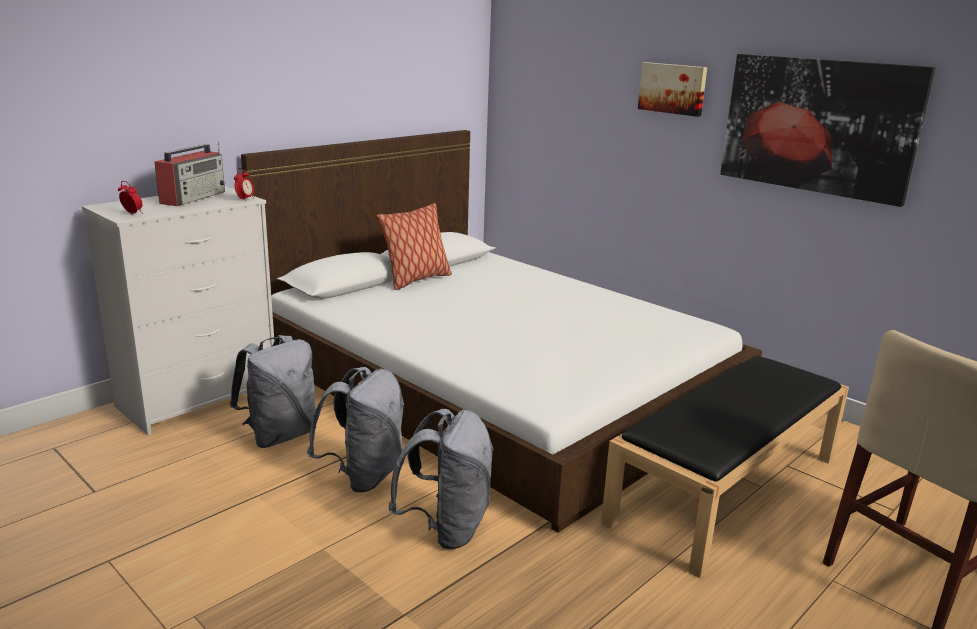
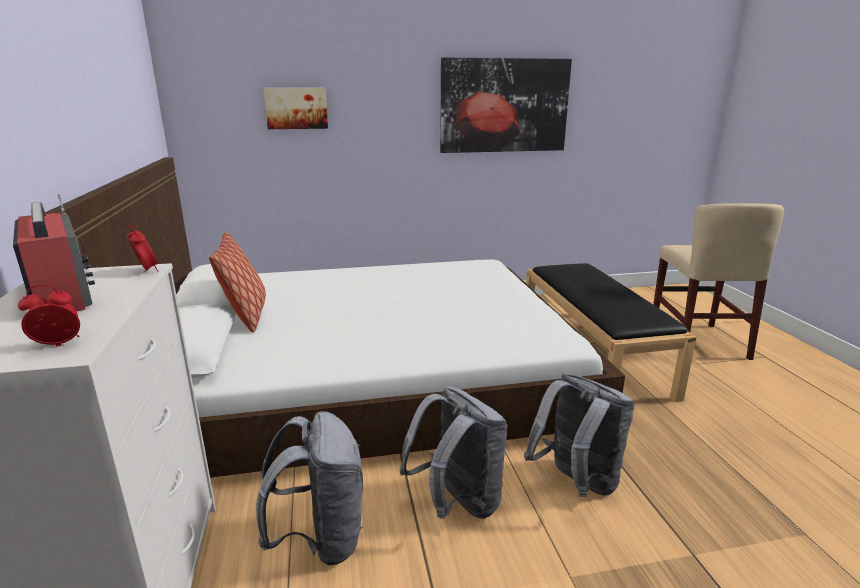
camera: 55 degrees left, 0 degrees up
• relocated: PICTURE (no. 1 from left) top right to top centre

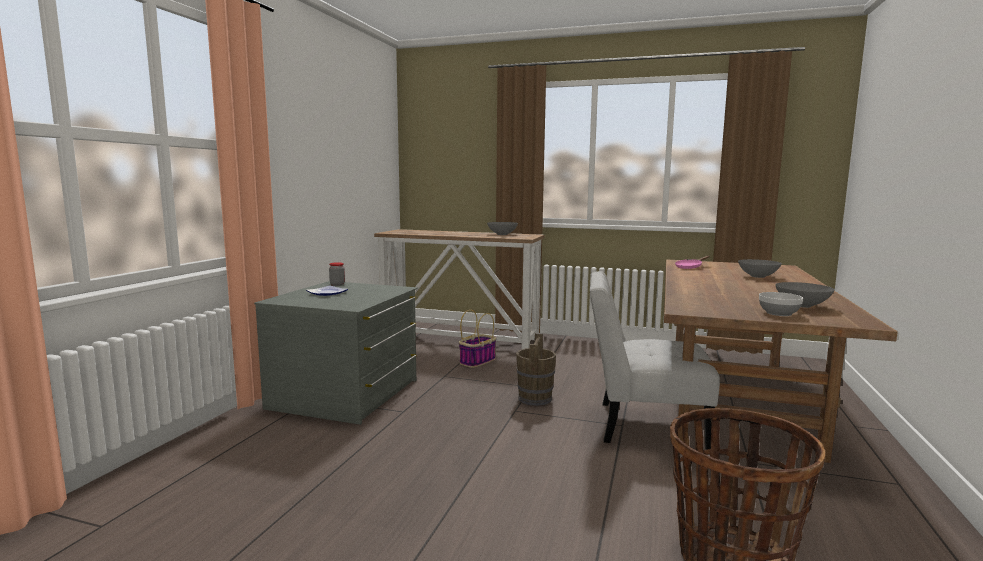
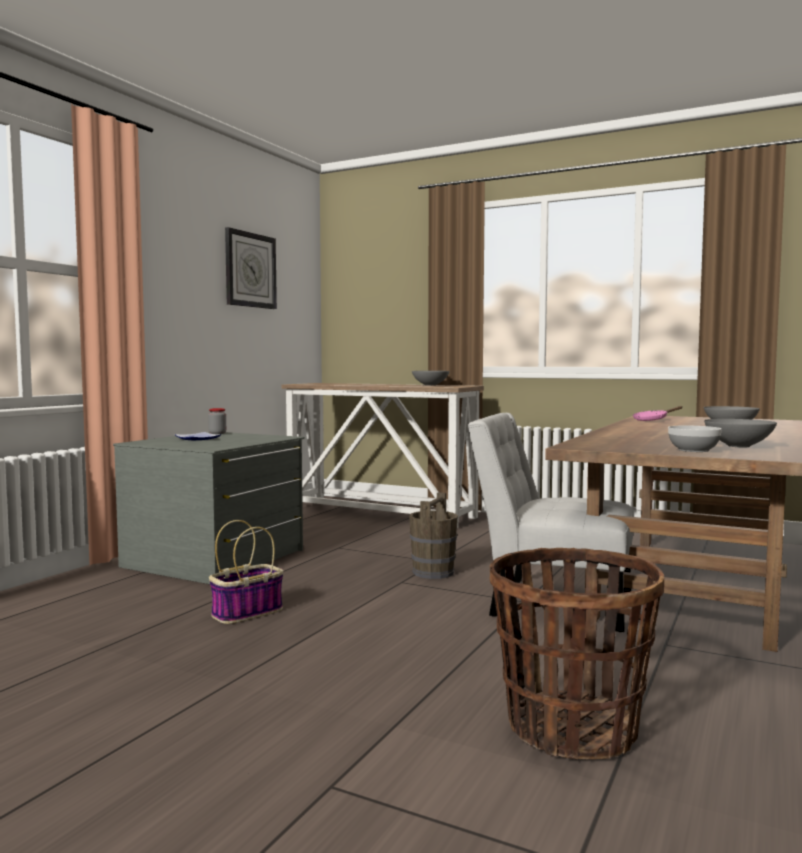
camera: 10 degrees right, 5 degrees down
• relocated: BASKET (no. 1 from left) centre to bottom left
• appeared: WALL CLOCK top left

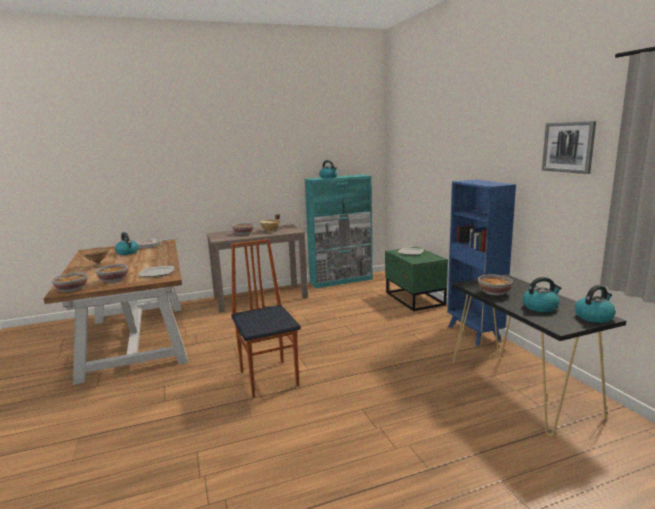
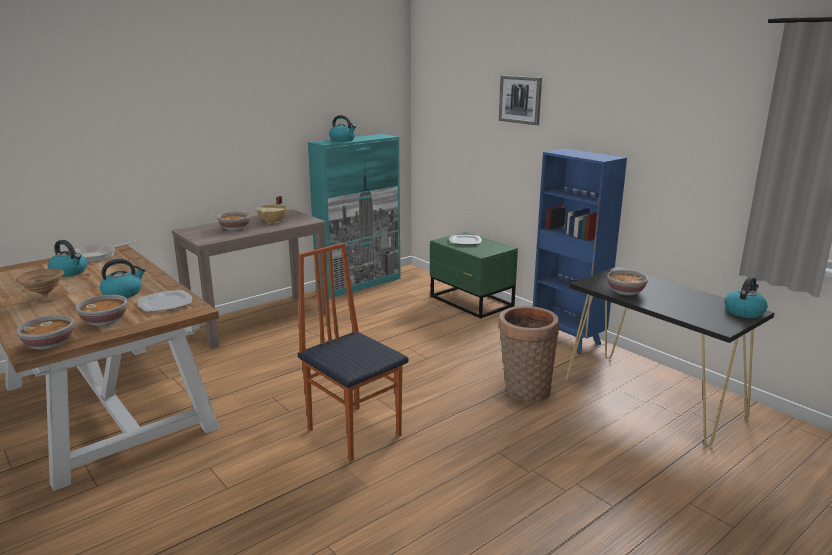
camera: 20 degrees left, 5 degrees up
• relocated: KETTLE (no. 3 from left in the first image) middle right to KETTLE (no. 2 from left) middle left
• relocated: PICTURE top right to top centre
• appeared: BASKET centre

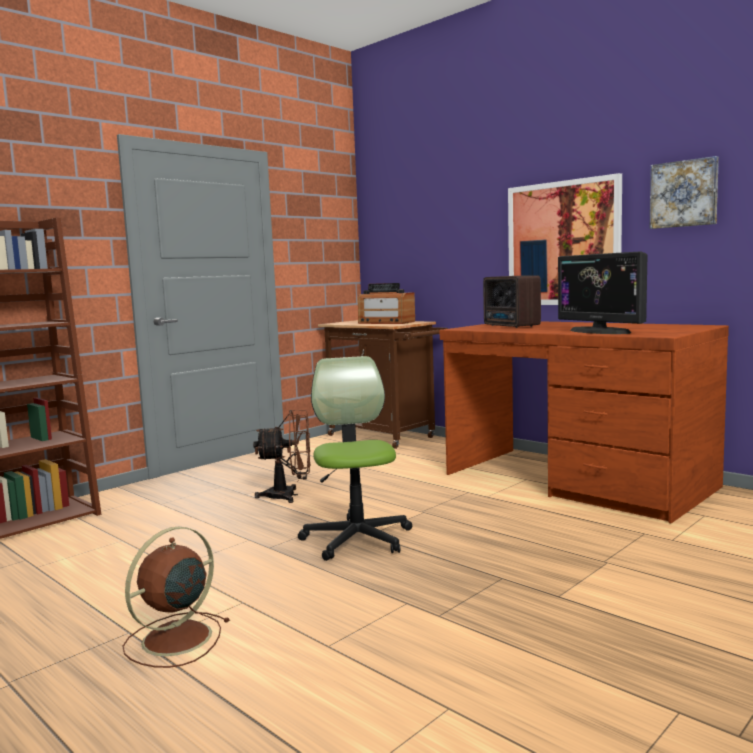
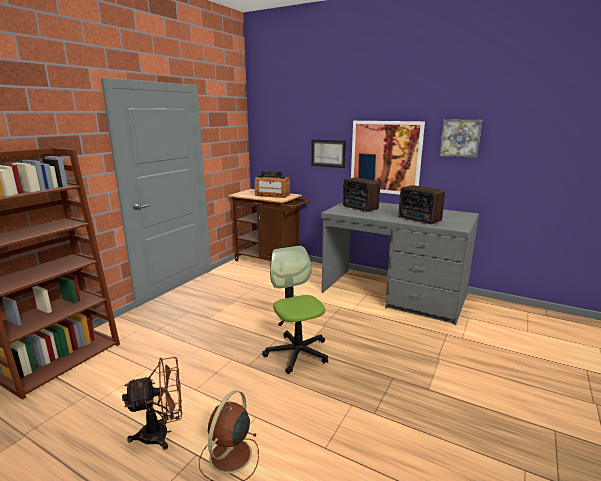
camera: 15 degrees left, 10 degrees up
• relocated: BROWN FAN (no. 2 from left in the first image) centre to BROWN FAN (no. 1 from left) bottom left
• colour: BROWN DESK middle right to GREY DESK centre
• exchanged: MONITOR middle right to RADIO (no. 3 from left) middle right
• appeared: PICTURE (no. 1 from left) top centre

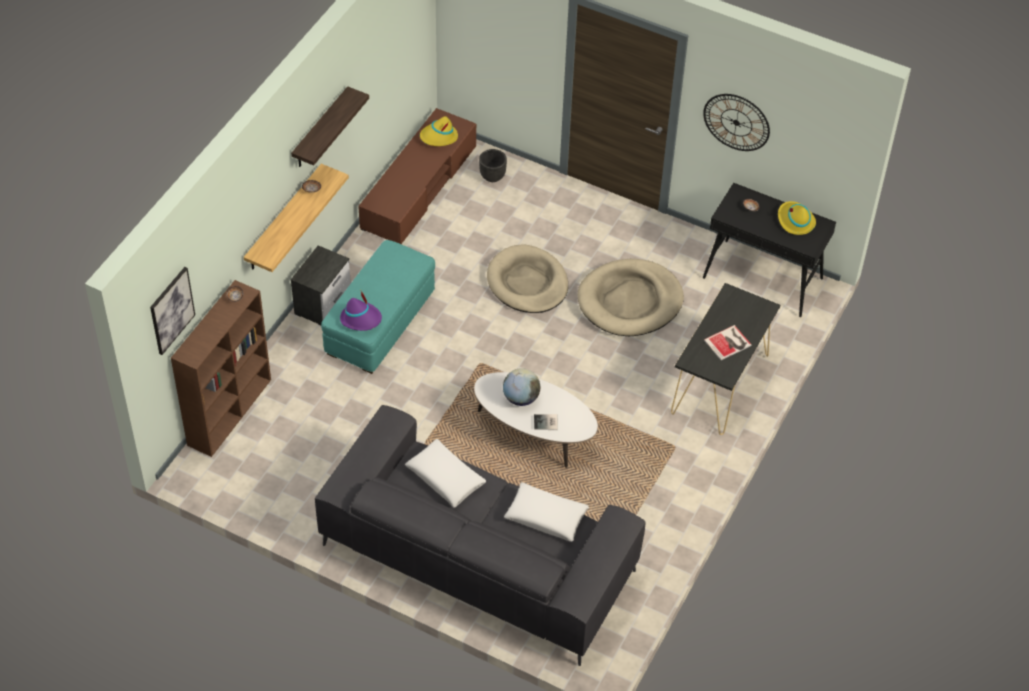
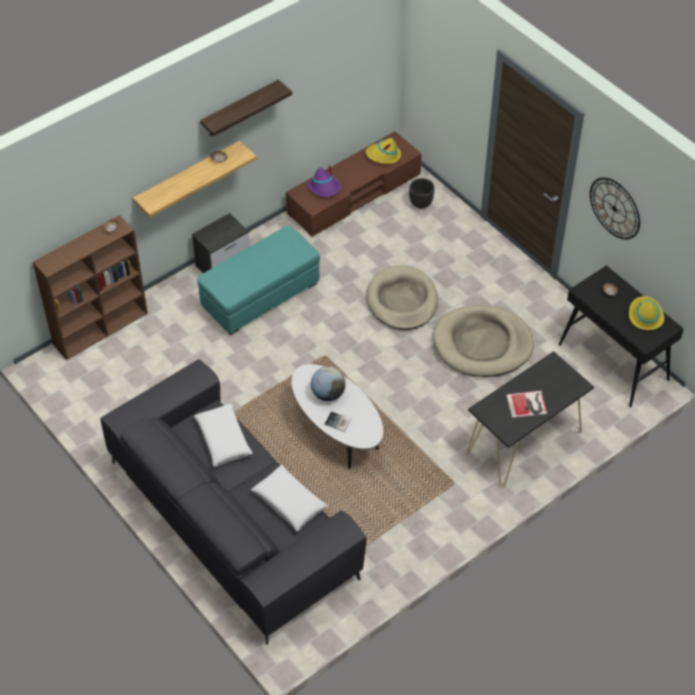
camera: 25 degrees right, 0 degrees up
• missing: PICTURE middle left
• relocated: PURPLE HAT centre to top centre

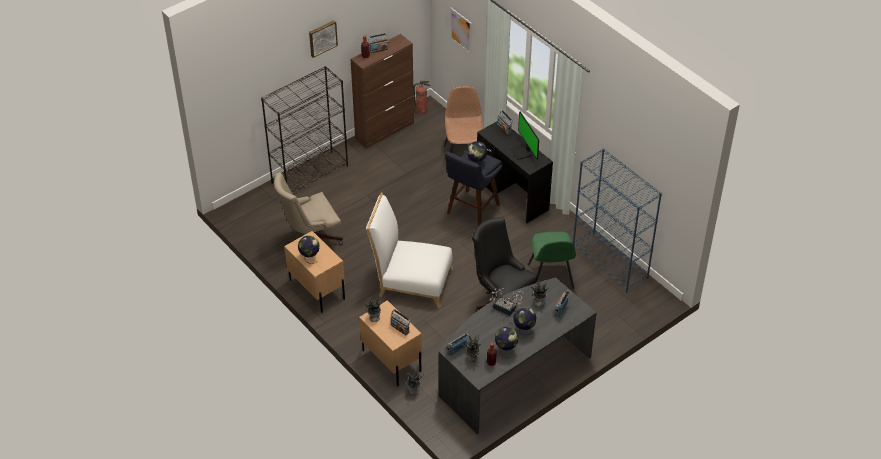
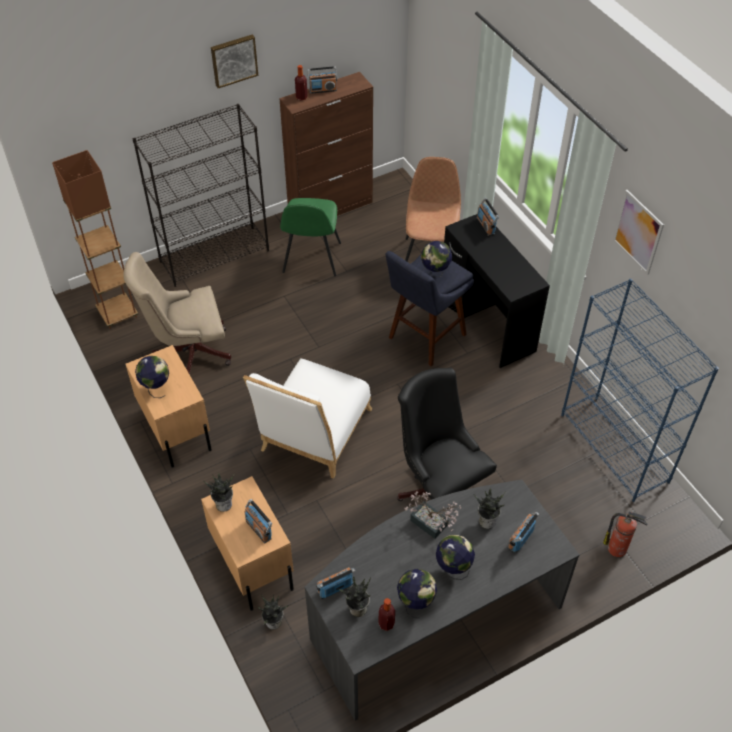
camera: 10 degrees right, 5 degrees up
• spun: WHITE CHAIR centre = centre 90 degrees counterclockwise
• relocated: FIRE EXTINGUISHER top centre to bottom right
• relocated: PICTURE (no. 2 from left) top centre to top right
• missing: MONITOR top centre
• relocated: GREEN CHAIR centre to top centre
• appeared: BROWN FLOOR LAMP top left

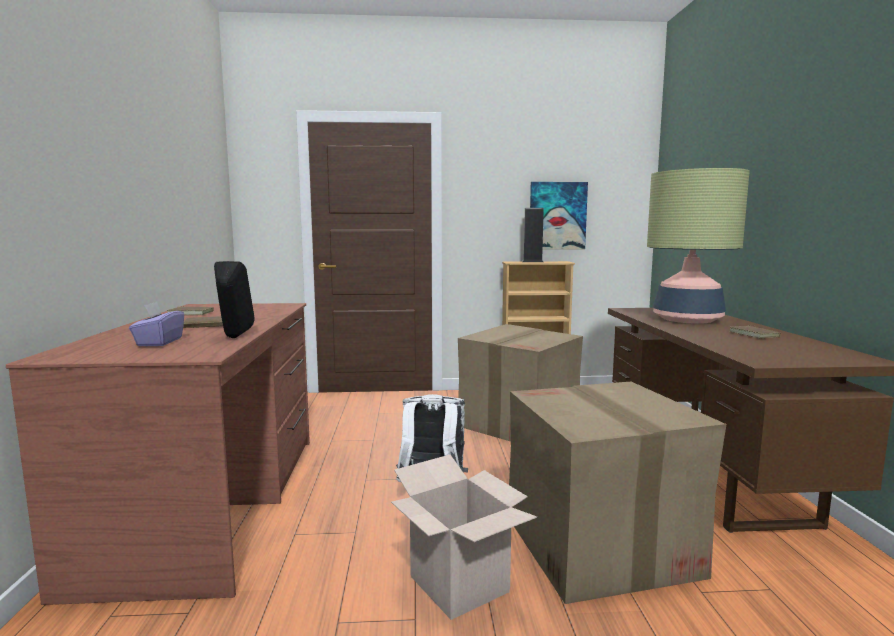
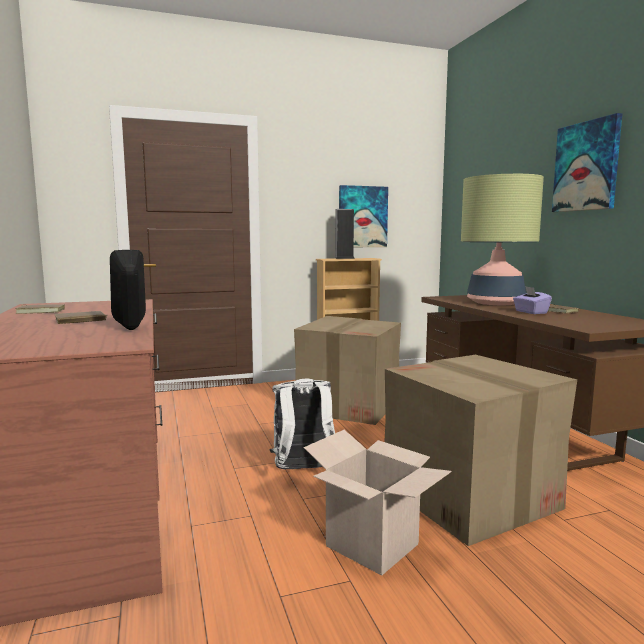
camera: 15 degrees left, 0 degrees up
• relocated: PURPLE TISSUE BOX middle left to middle right
• appeared: PICTURE (no. 2 from left) top right

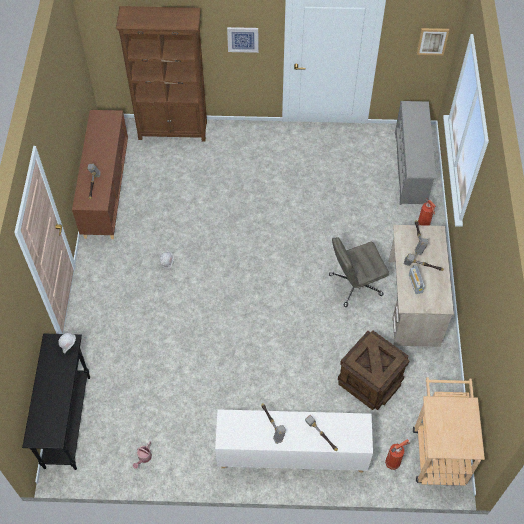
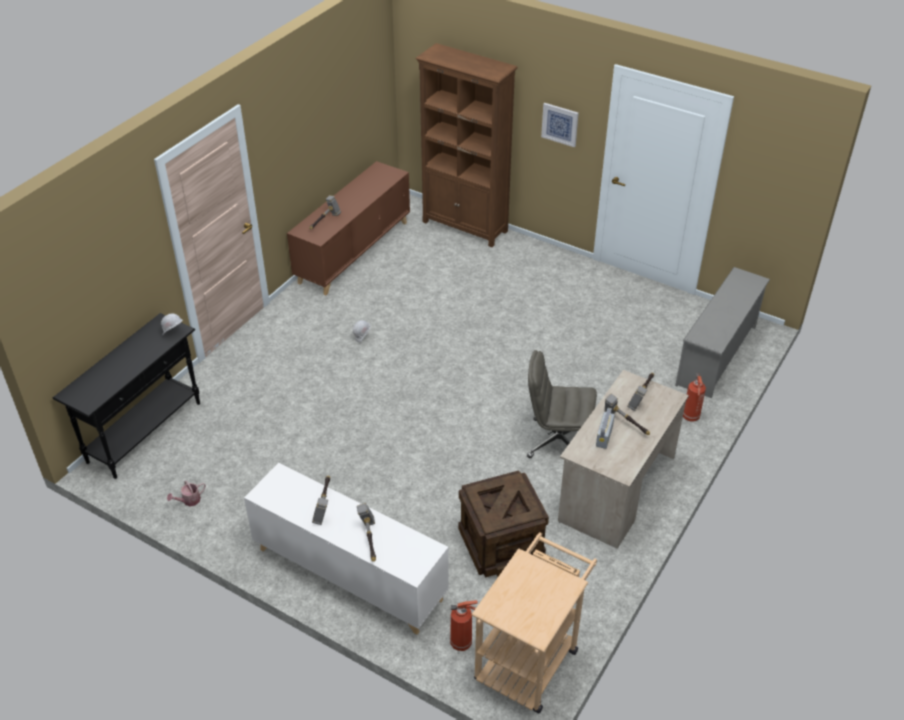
camera: 30 degrees right, 15 degrees down
• missing: PICTURE (no. 2 from left) top right

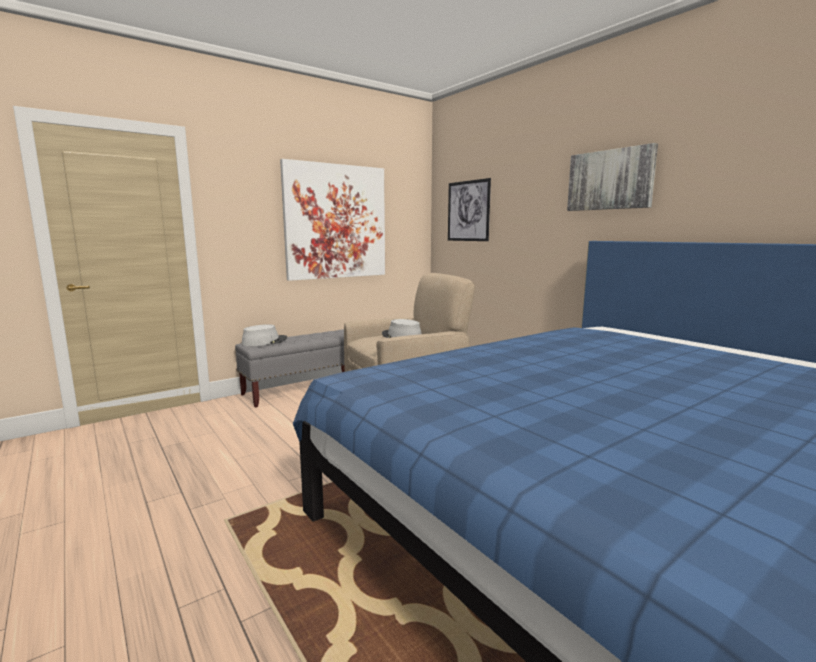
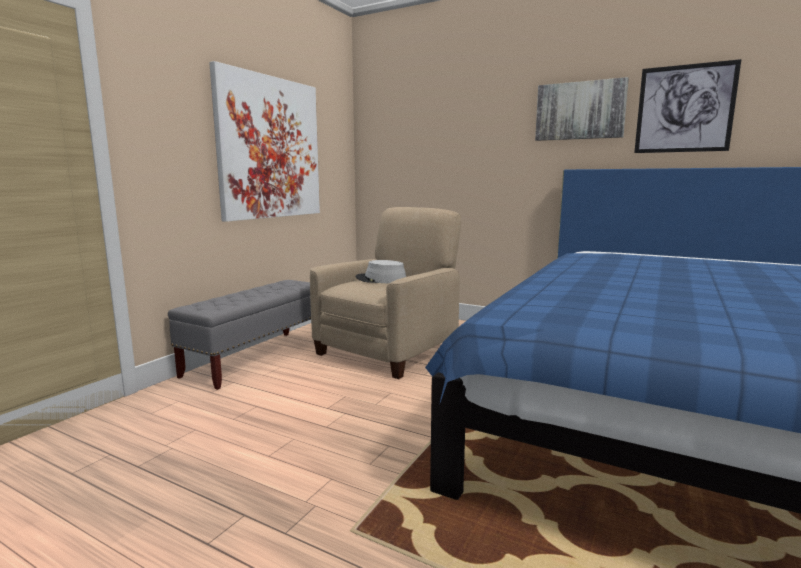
camera: 25 degrees left, 0 degrees up
• missing: GREY HAT (no. 1 from left) middle left
• relocated: PICTURE (no. 2 from left in the first image) top centre to PICTURE (no. 3 from left) top right

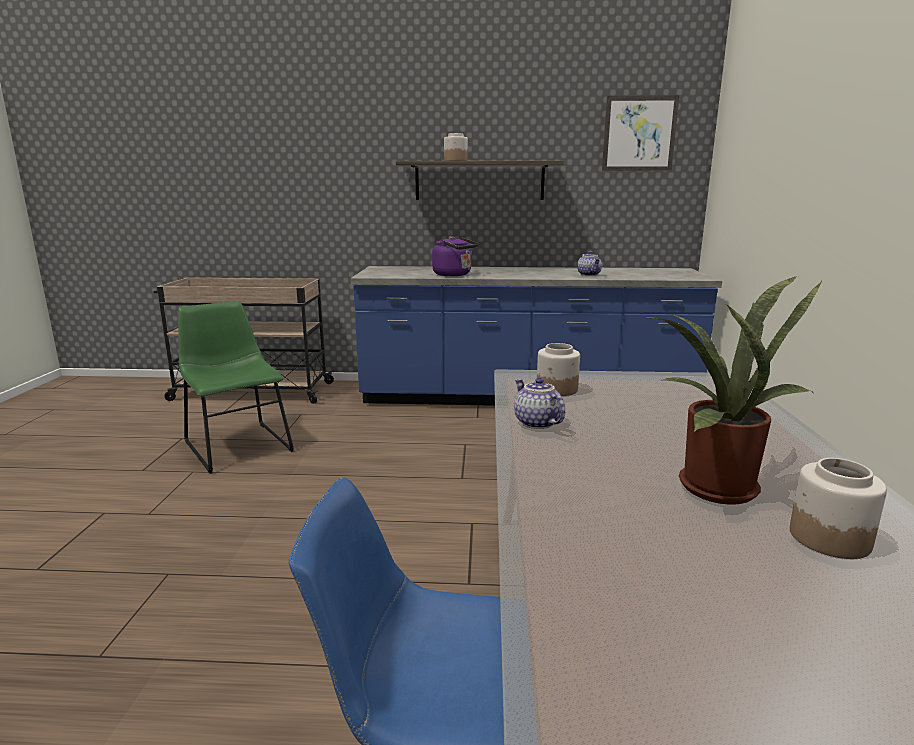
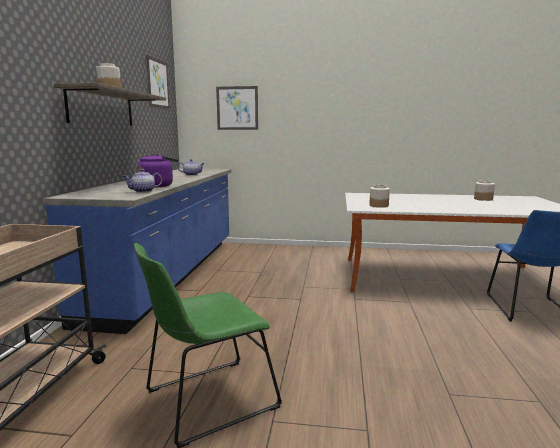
camera: 85 degrees left, 5 degrees down
• relocated: TEAPOT (no. 1 from left) centre to middle left
• missing: POTTED PLANT middle right
• appeared: PICTURE (no. 2 from left) top centre

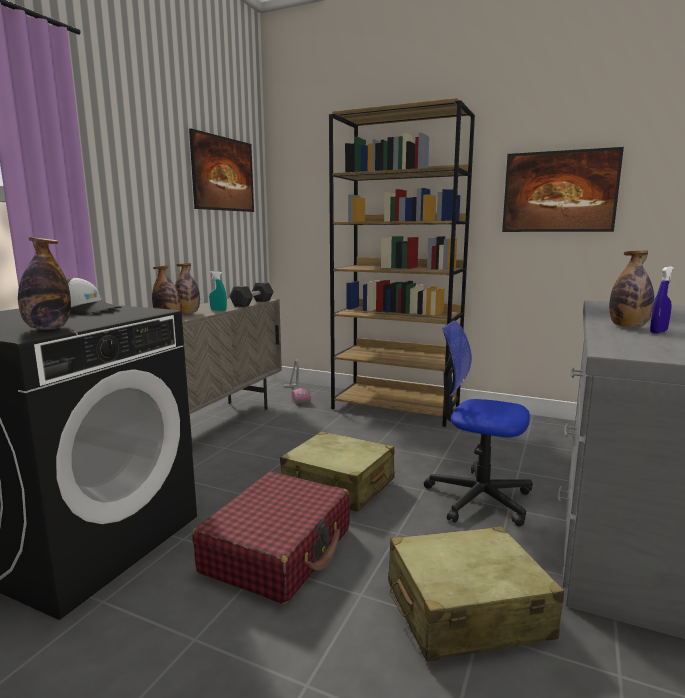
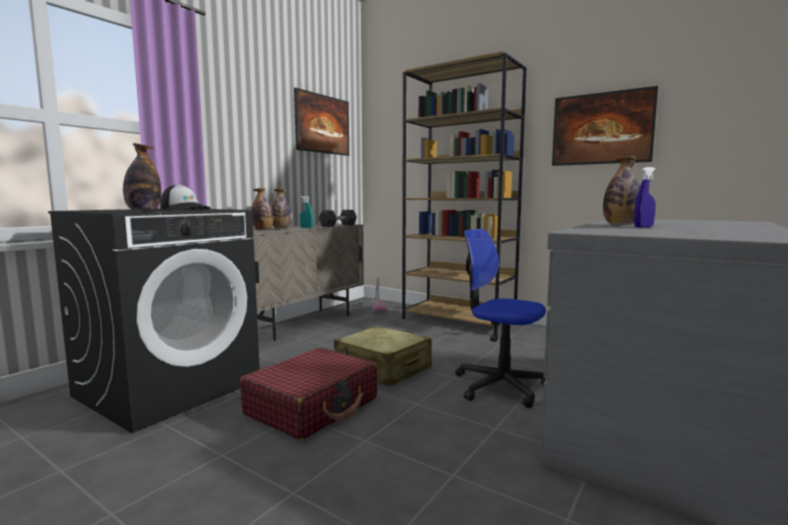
camera: 10 degrees right, 5 degrees down
• missing: BEIGE SUITCASE (no. 2 from left) bottom right

